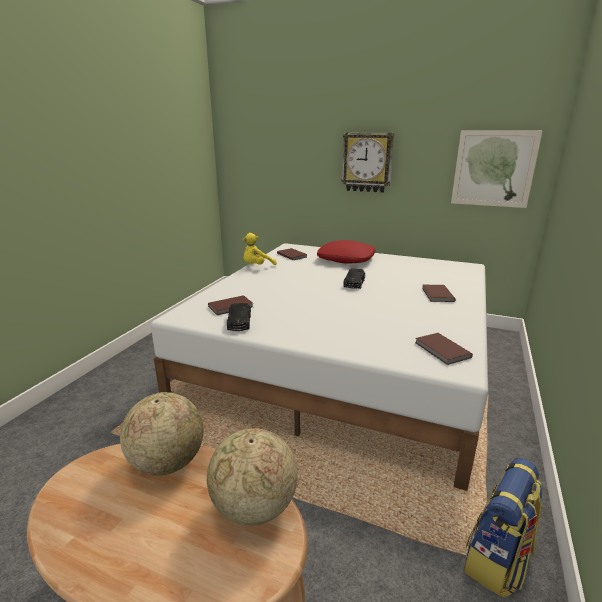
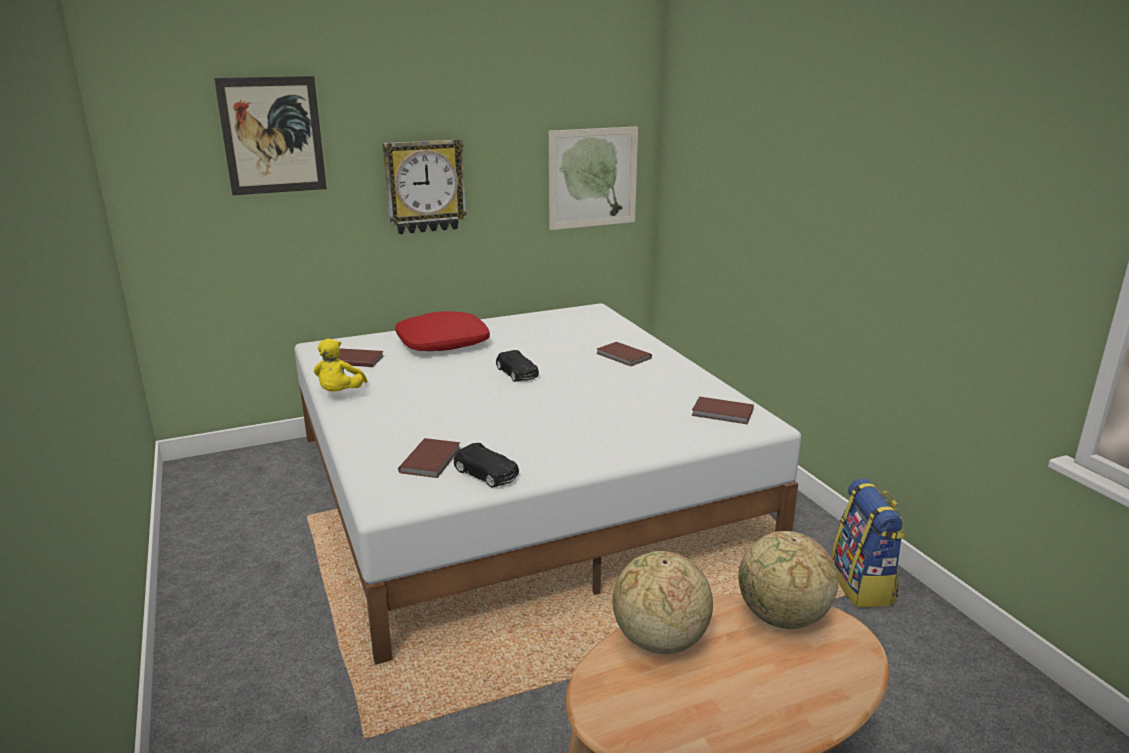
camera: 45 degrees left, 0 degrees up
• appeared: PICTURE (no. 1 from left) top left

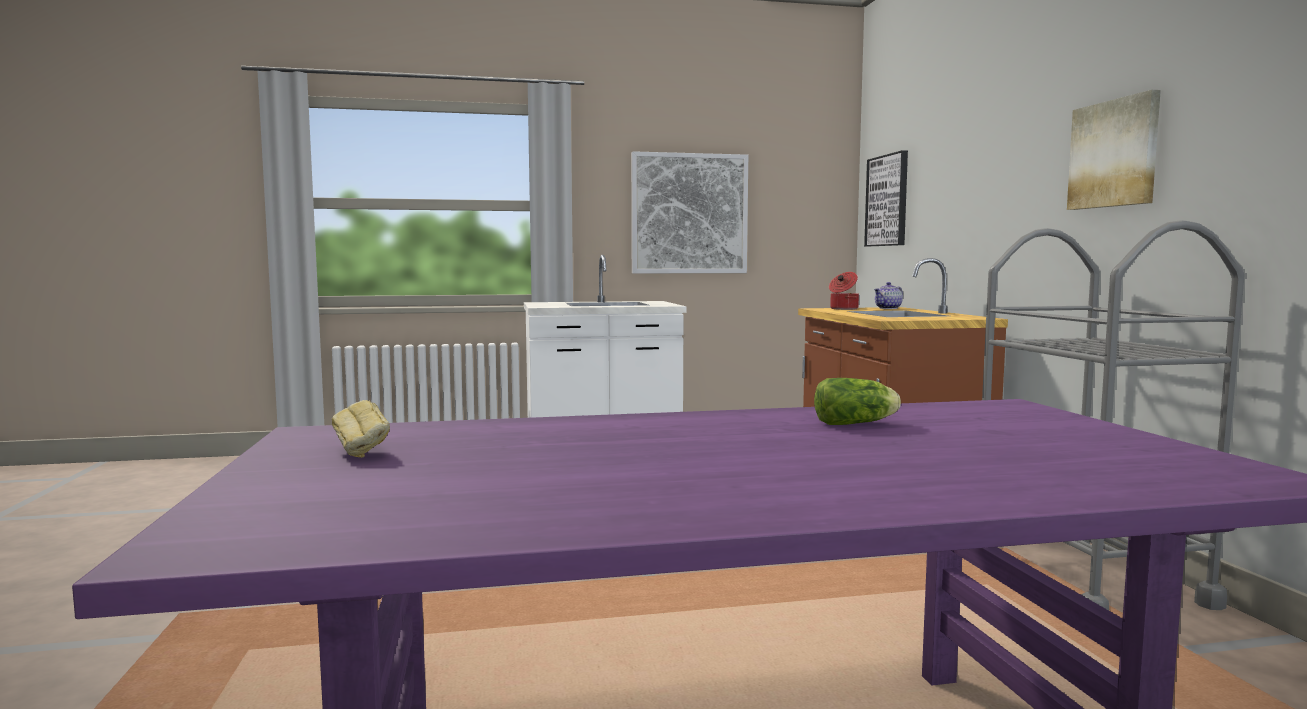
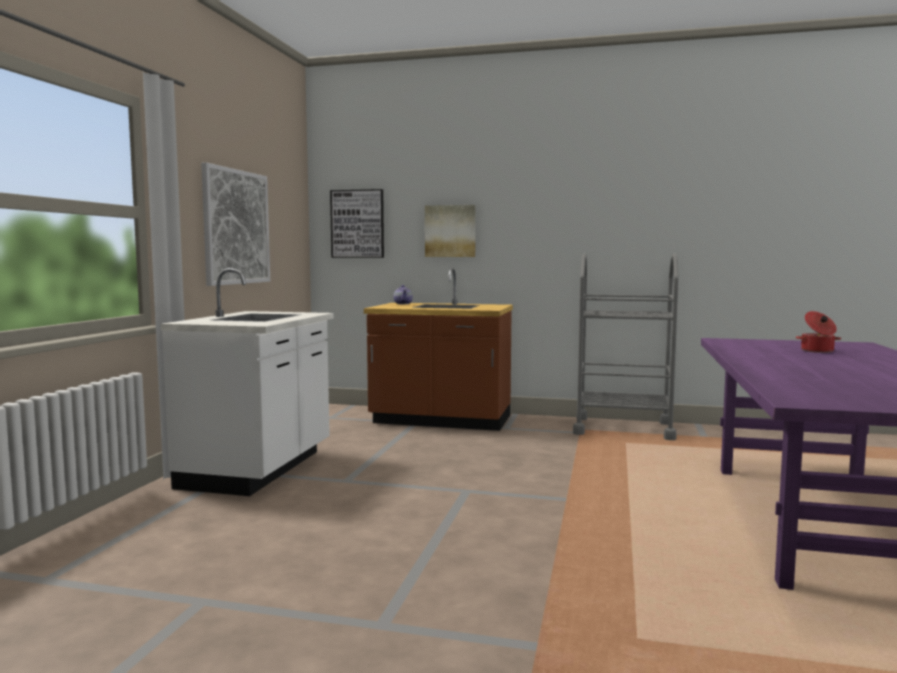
camera: 65 degrees left, 0 degrees up
• missing: BREAD middle left
• missing: LETTUCE centre
• relocated: COOKING POT centre to middle right
• relocated: PICTURE (no. 3 from left) top right to centre

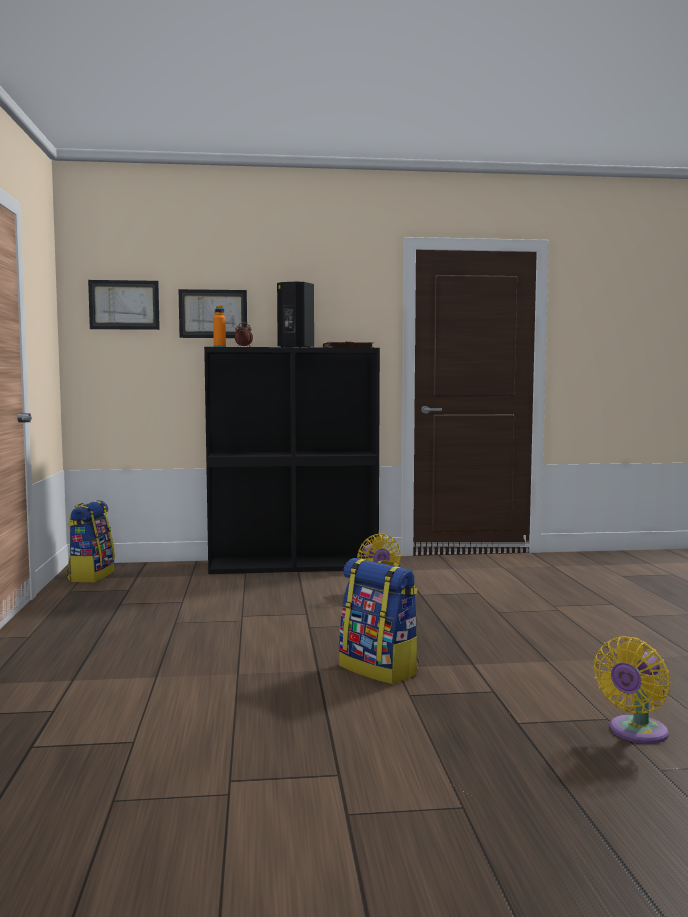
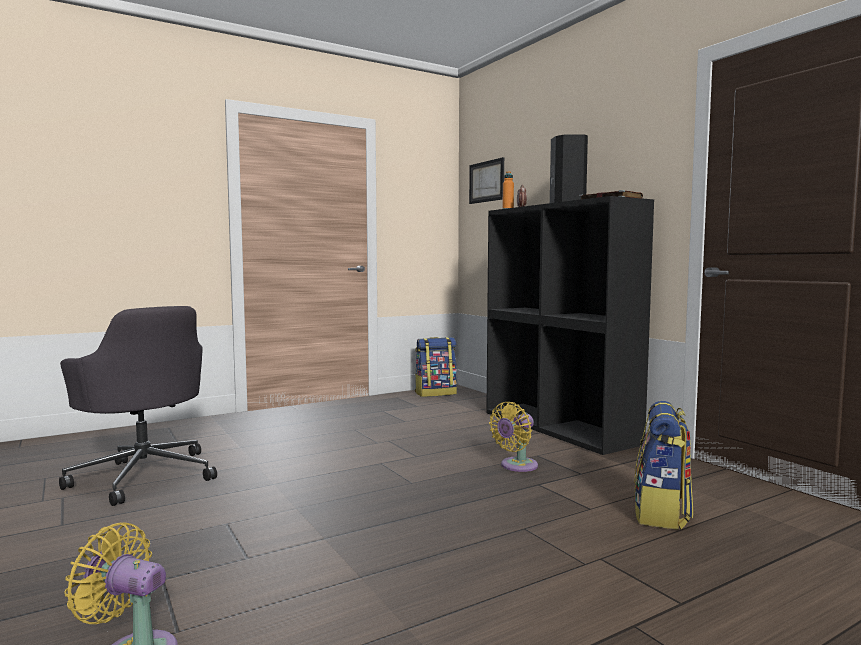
camera: 65 degrees right, 0 degrees up
• missing: PICTURE (no. 2 from left) middle left
• relocated: BACKPACK (no. 2 from left) bottom centre to bottom right
• appeared: GREY OFFICE CHAIR middle left

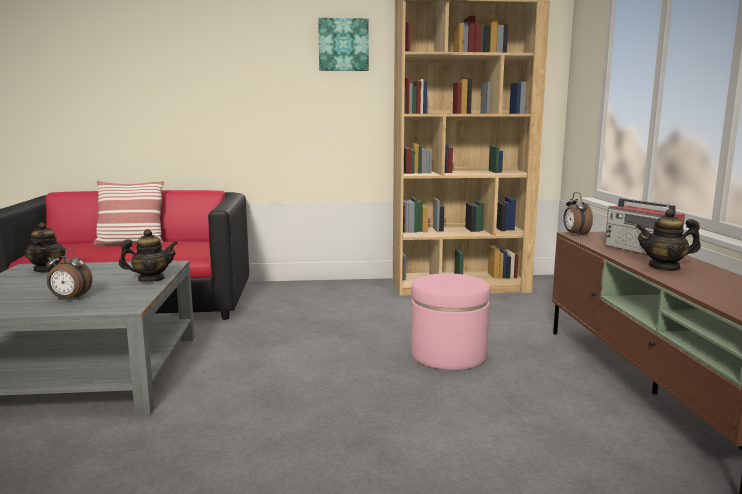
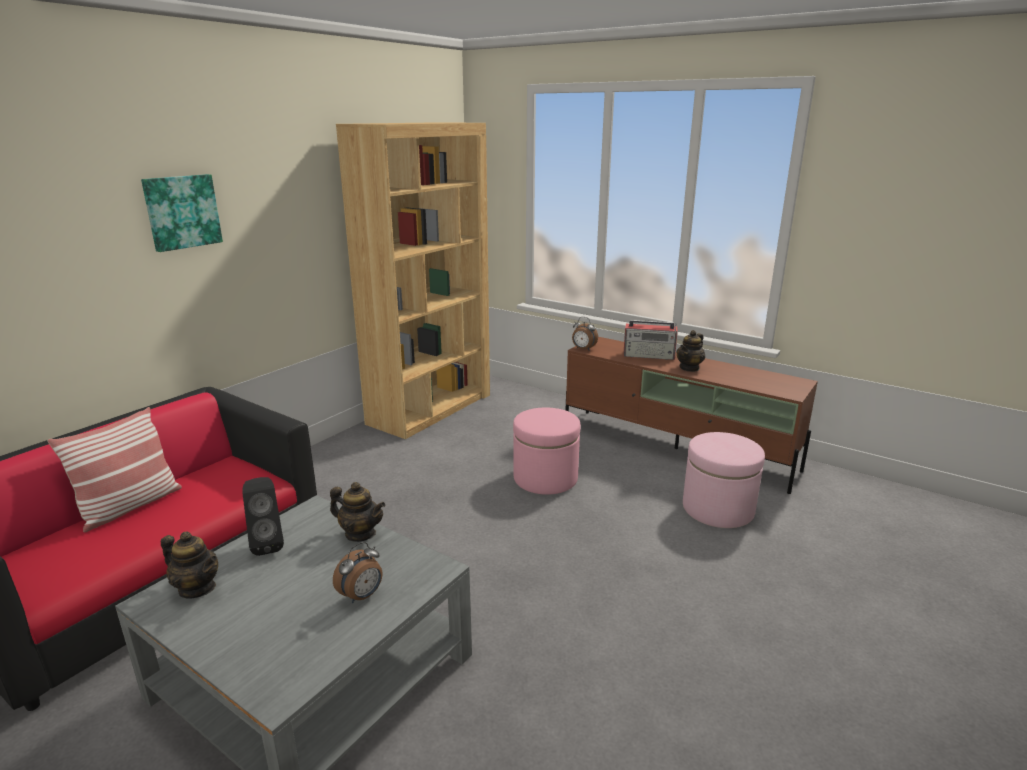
camera: 50 degrees left, 10 degrees up
• spun: TEAPOT (no. 2 from left) middle left = centre 90 degrees clockwise
• relocated: PICTURE top centre to top left
• appeared: BLACK SPEAKER bottom left
• appeared: PINK OTTOMAN (no. 2 from left) middle right

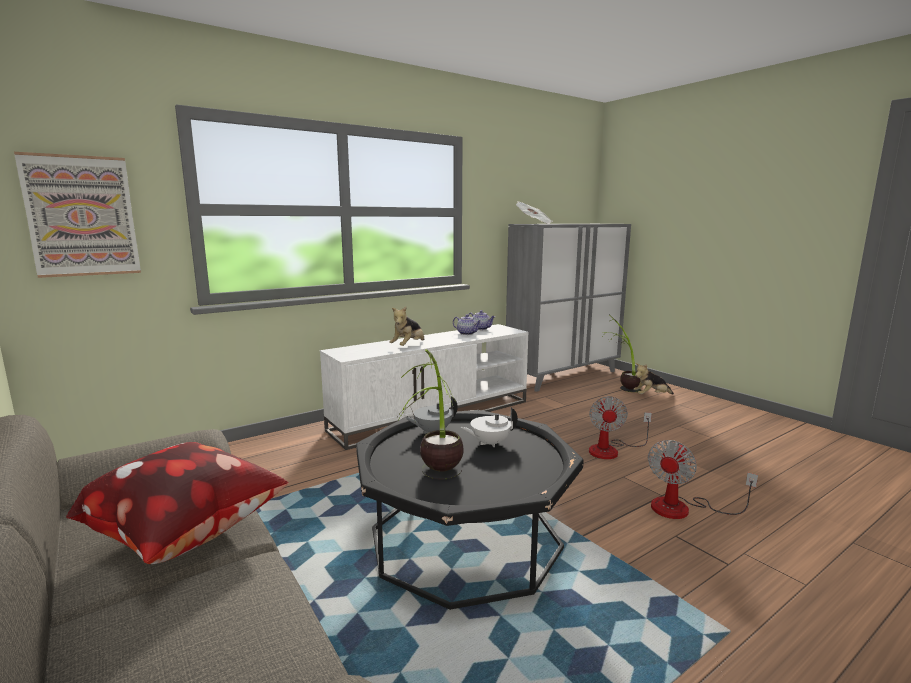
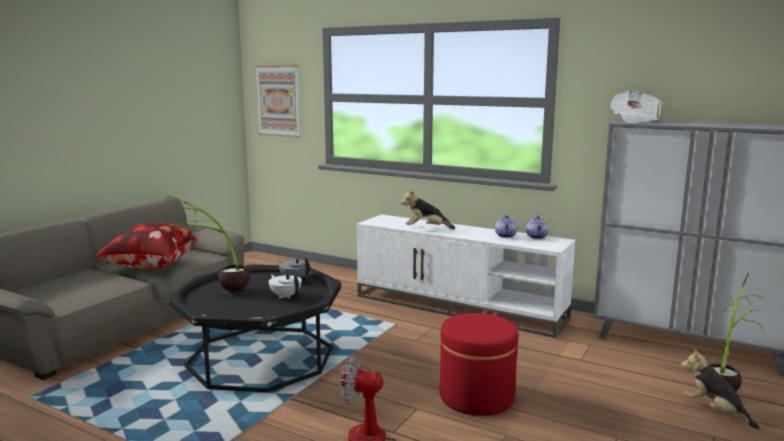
camera: 65 degrees right, 0 degrees up
• exchanged: FAN (no. 1 from left) middle right to RED OTTOMAN bottom centre

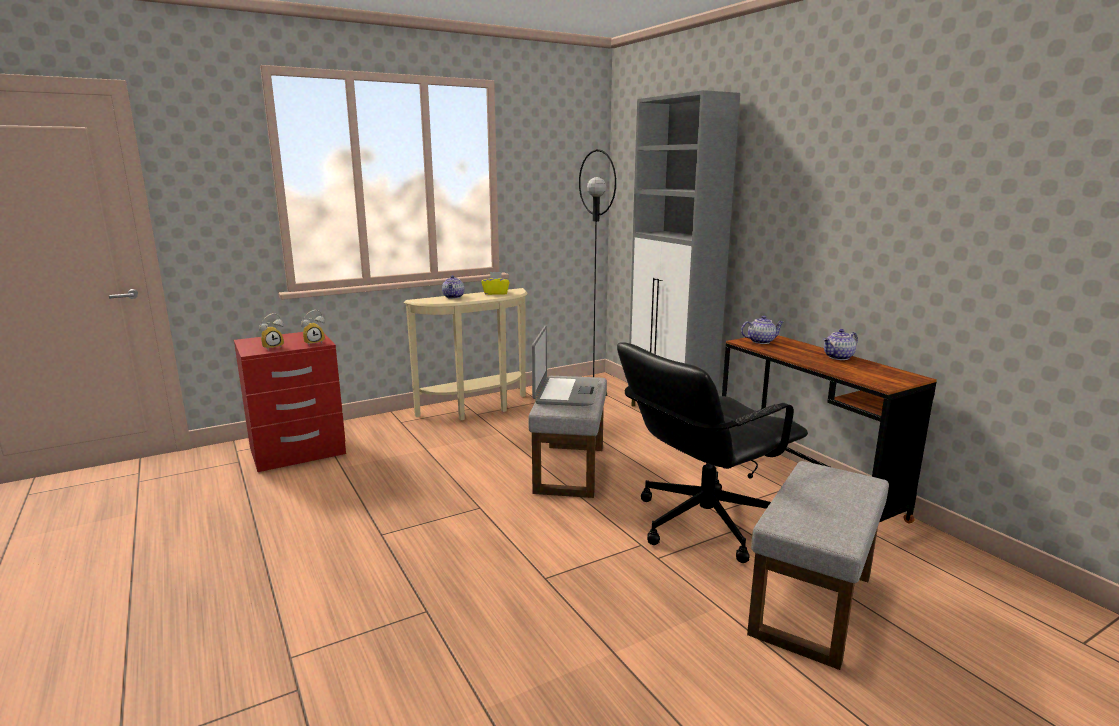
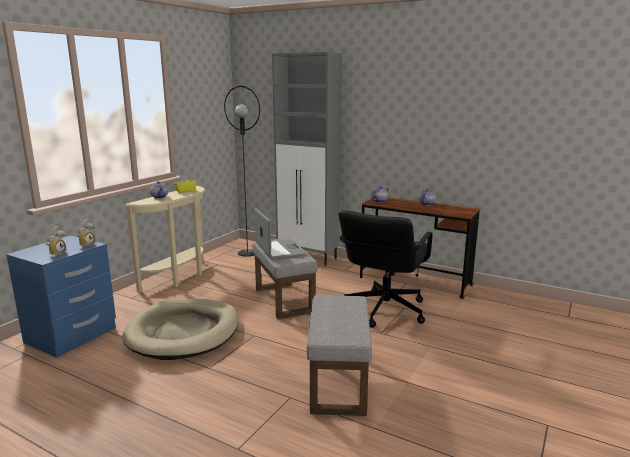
camera: 30 degrees left, 0 degrees up
• colour: RED NIGHTSTAND middle left to BLUE NIGHTSTAND middle left
• relocated: GREY OTTOMAN (no. 2 from left) bottom right to bottom centre
• appeared: BEIGE DOG BED bottom left

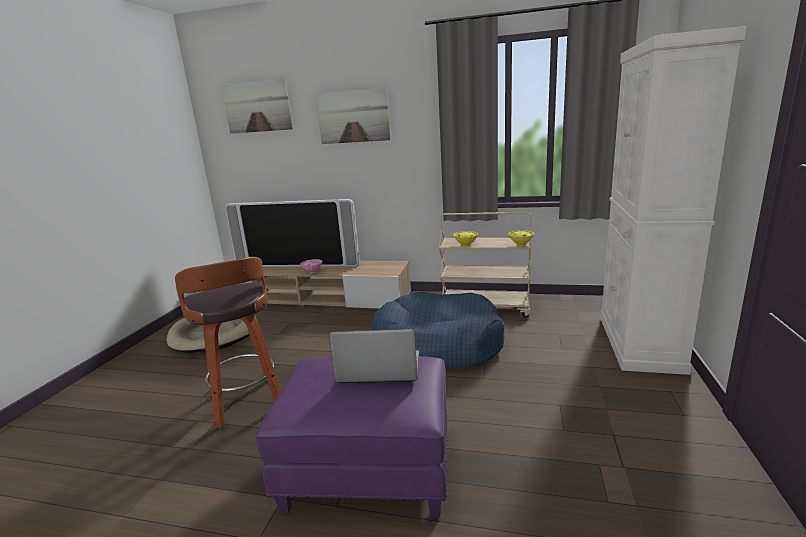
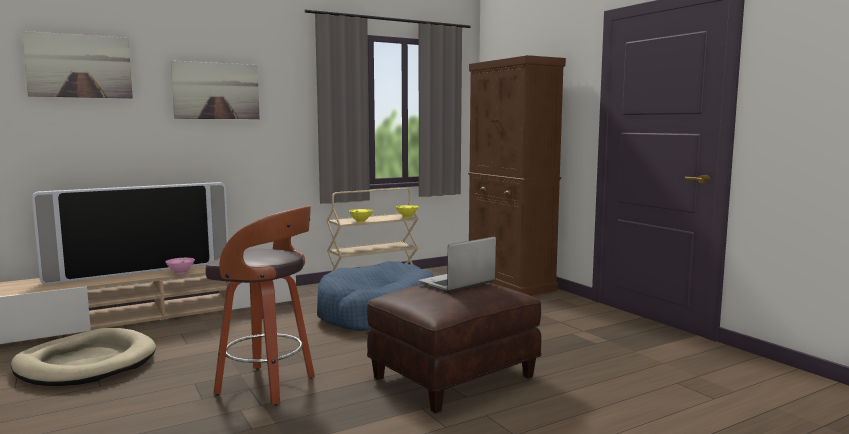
camera: 45 degrees left, 10 degrees down
• colour: PURPLE OTTOMAN bottom centre to BROWN OTTOMAN bottom centre
• colour: WHITE CABINET middle right to BROWN CABINET centre

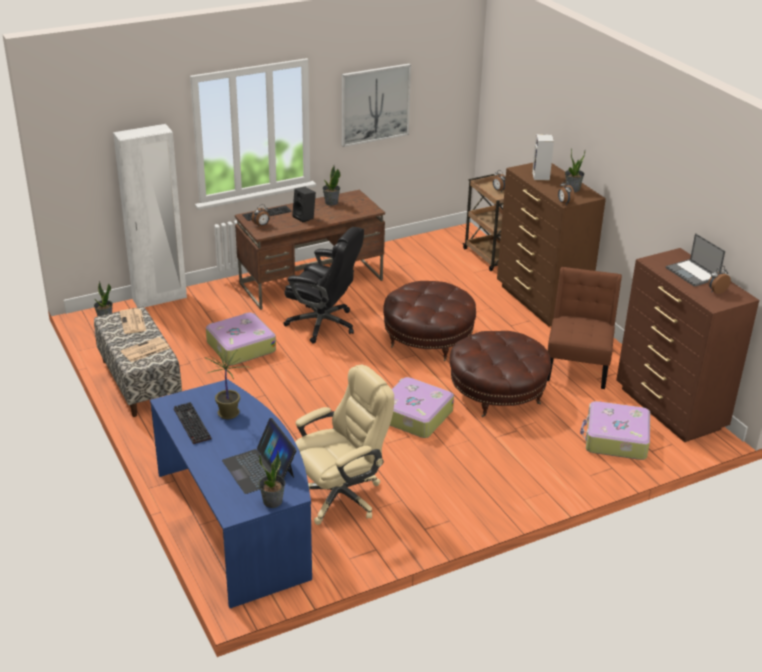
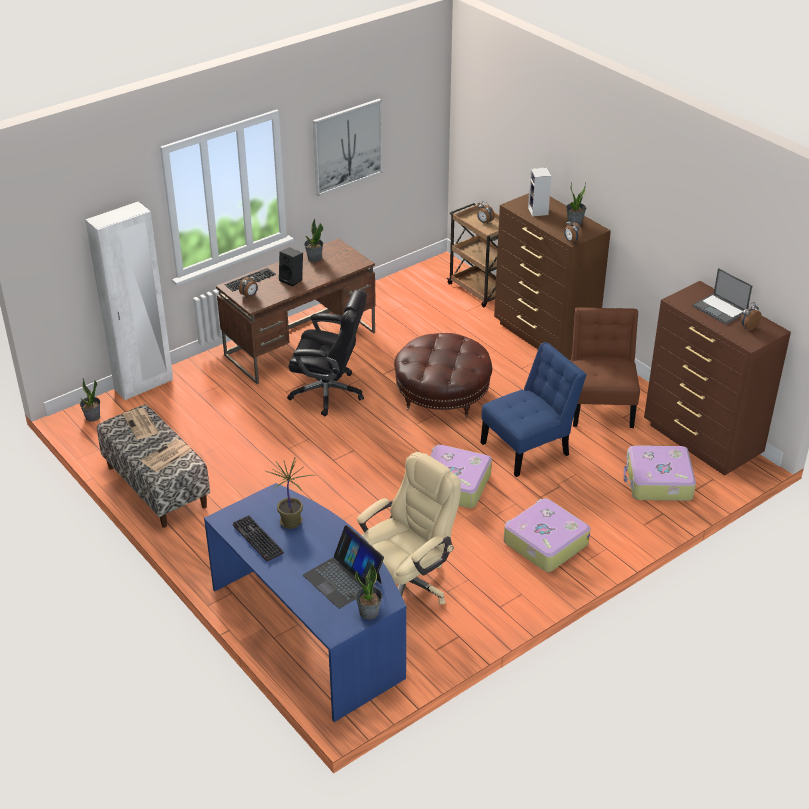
camera: 10 degrees left, 5 degrees up
• relocated: SUITCASE (no. 1 from left in the first image) middle left to SUITCASE (no. 2 from left) middle right
• exchanged: BROWN OTTOMAN (no. 2 from left) centre to BLUE CHAIR centre

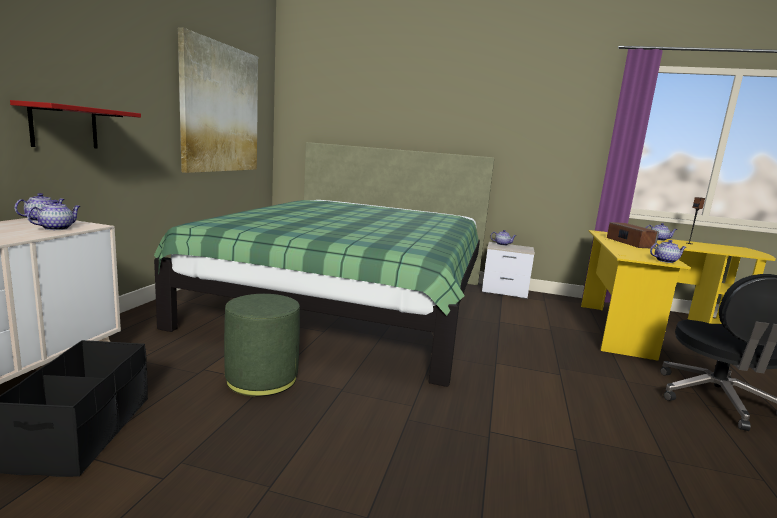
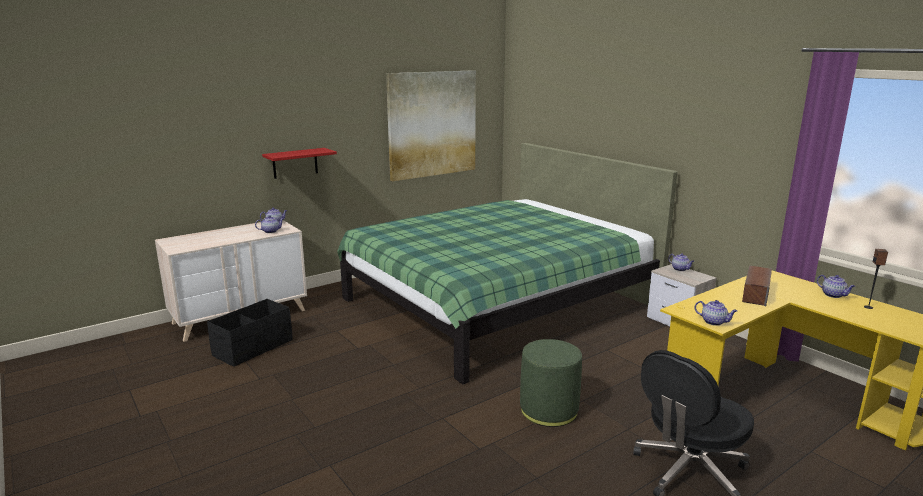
camera: 40 degrees right, 5 degrees up
• relocated: GREEN OTTOMAN centre to bottom centre

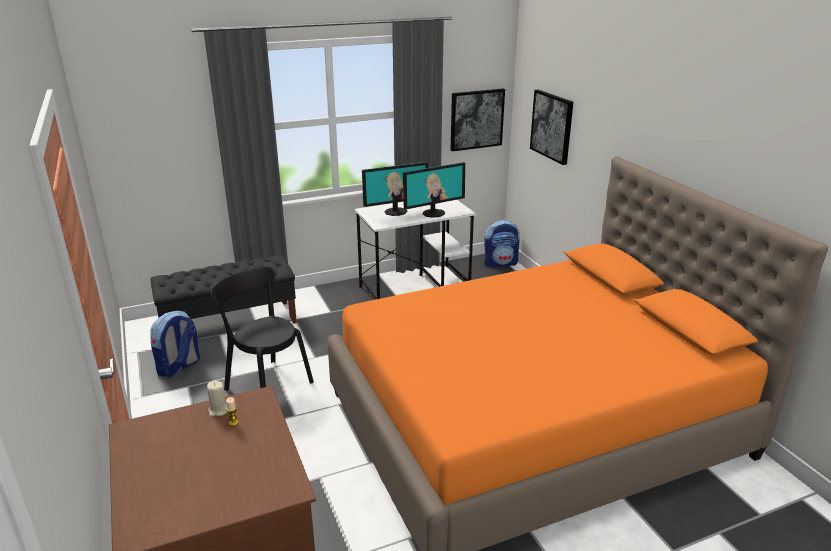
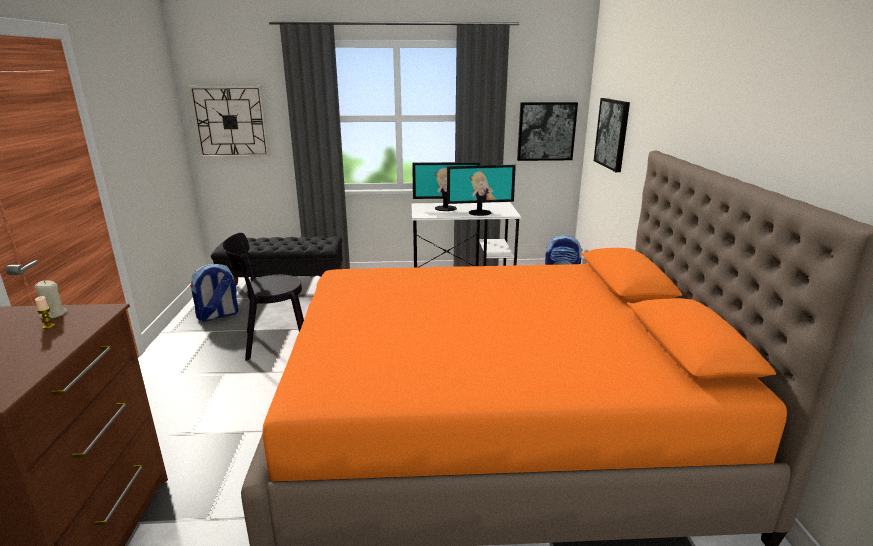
camera: 20 degrees right, 5 degrees down
• spun: BLACK CHAIR middle left = middle left 75 degrees counterclockwise
• appeared: WALL CLOCK top left

